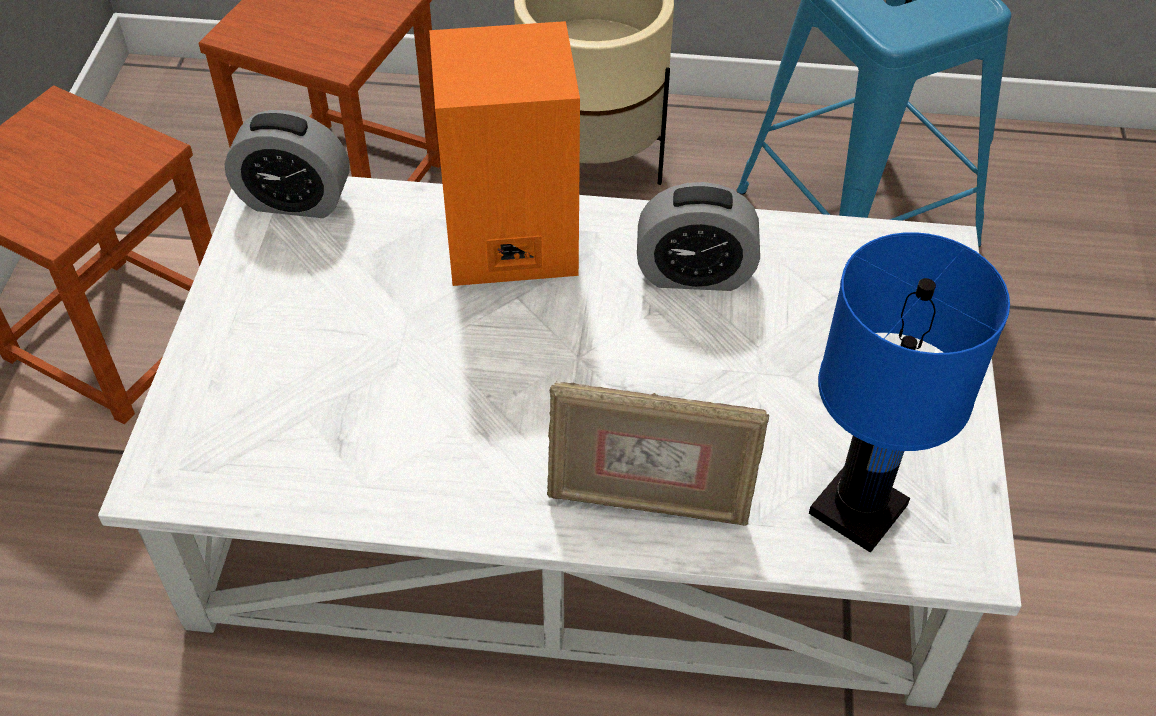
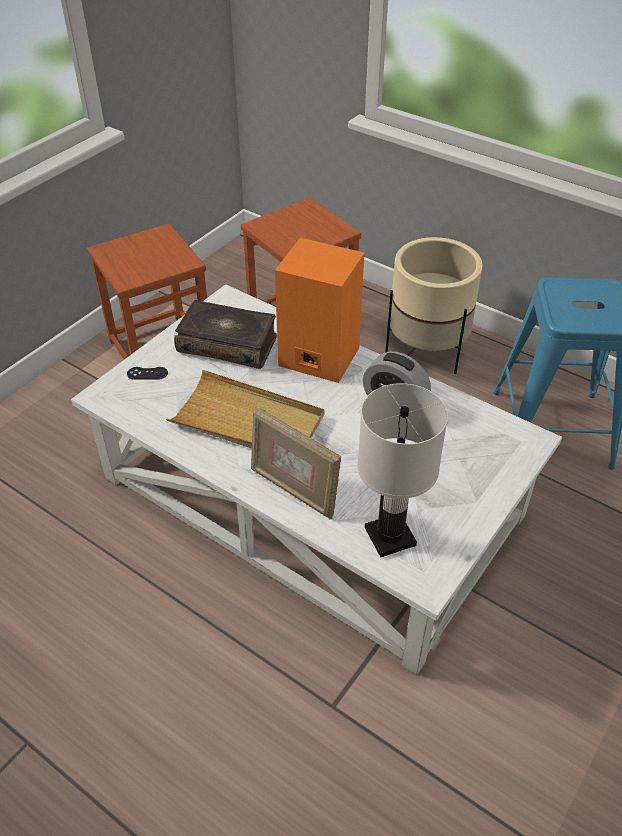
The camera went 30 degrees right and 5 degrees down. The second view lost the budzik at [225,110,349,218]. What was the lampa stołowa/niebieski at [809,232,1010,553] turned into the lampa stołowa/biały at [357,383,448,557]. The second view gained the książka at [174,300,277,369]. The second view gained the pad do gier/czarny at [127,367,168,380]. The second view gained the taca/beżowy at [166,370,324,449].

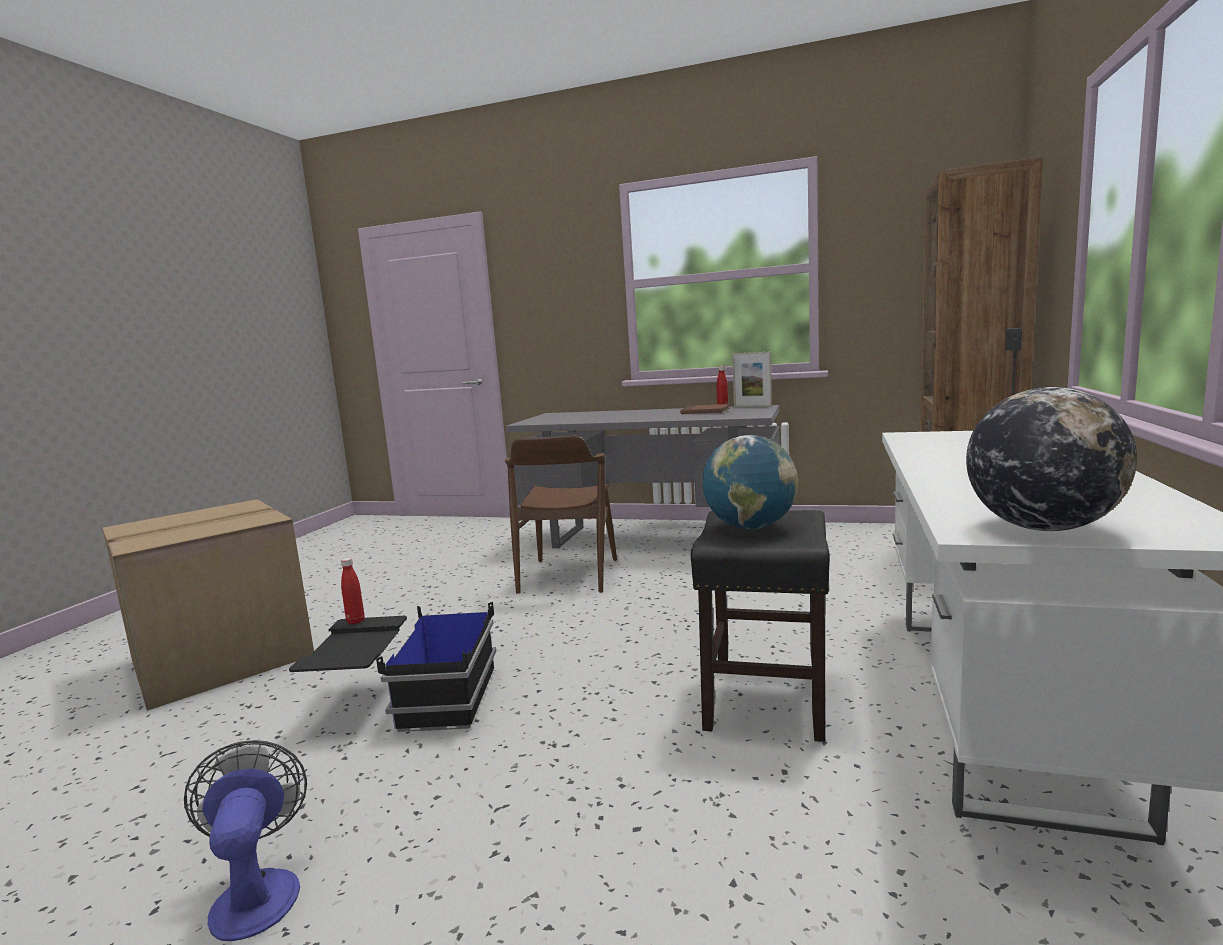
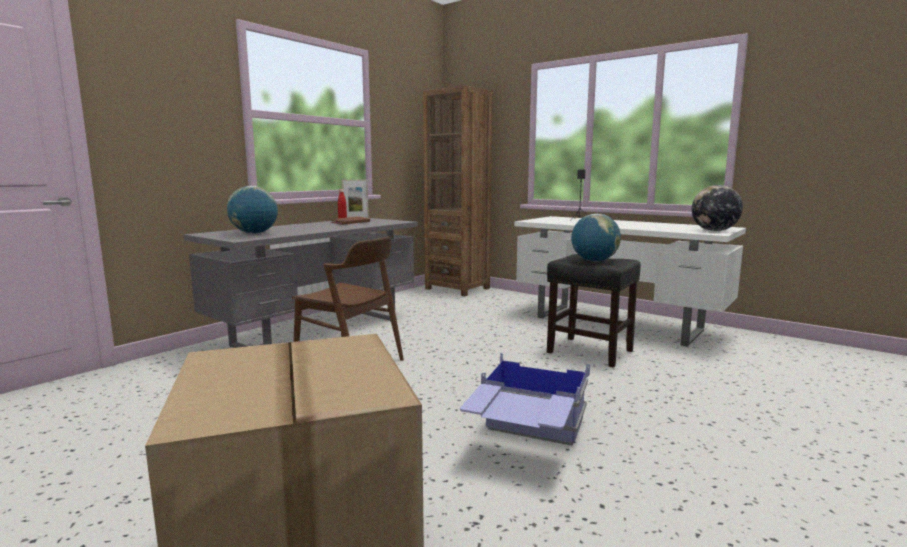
The camera went 70 degrees left and 0 degrees up. The second view lost the butelka/czerwony at [341,558,365,625]. What was the pojemnik do przechowywania/czarny at [289,602,496,732] turned into the pojemnik do przechowywania/niebieski at [460,353,590,446]. The second view lost the wentylator at [184,740,307,941]. The second view gained the globus at [227,186,278,234].

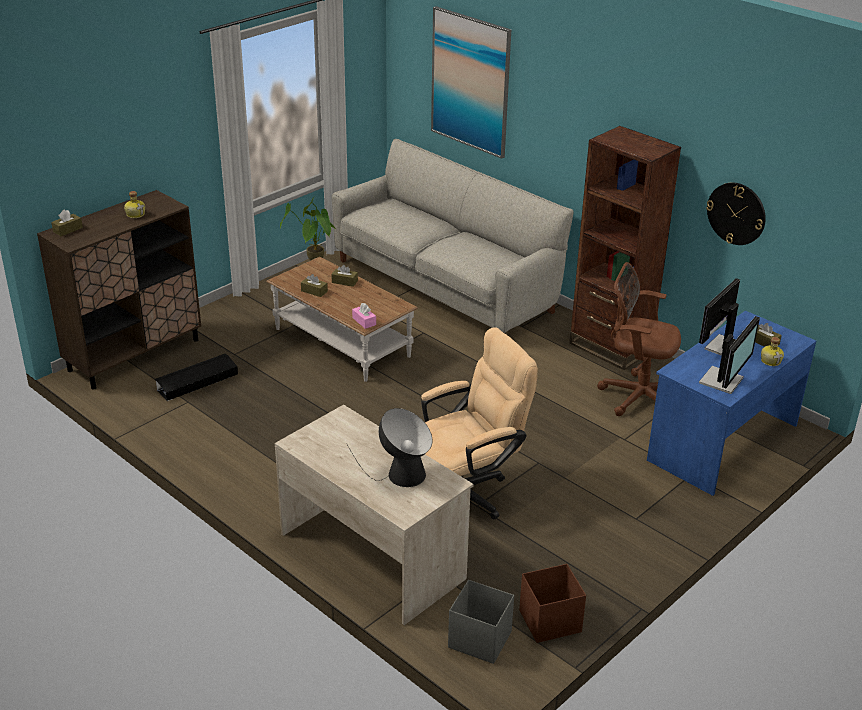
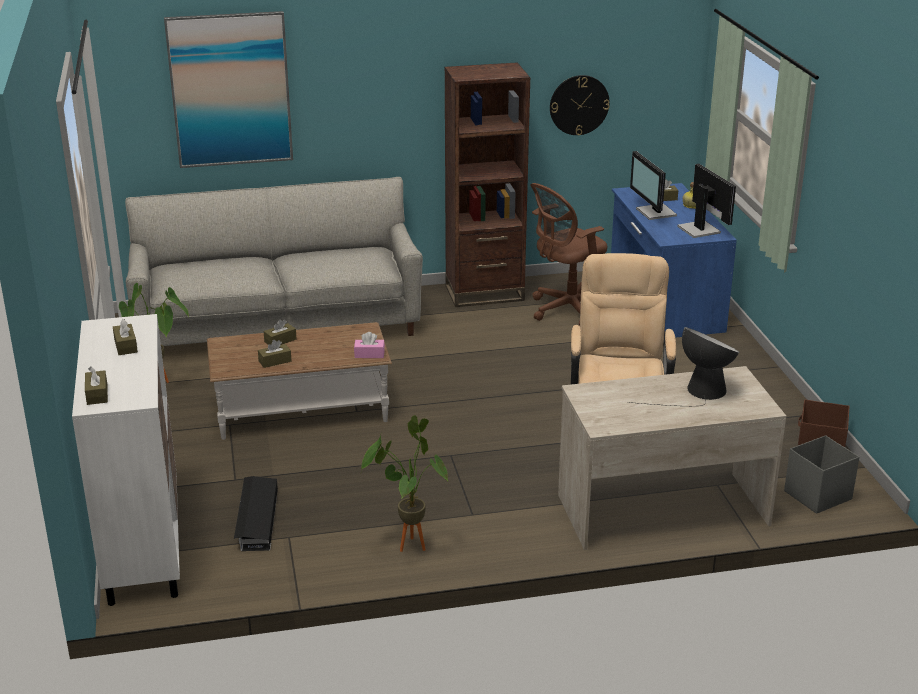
The camera went 55 degrees left and 5 degrees down. What was the szafka/brązowy at [37,190,201,390] turned into the szafka/biały at [72,314,180,606]. Where the butelka stood at [124,191,145,218], the pudełko chusteczek/brązowy came to stand at [113,319,138,355]. The second view gained the roślina doniczkowa at [361,415,448,552].

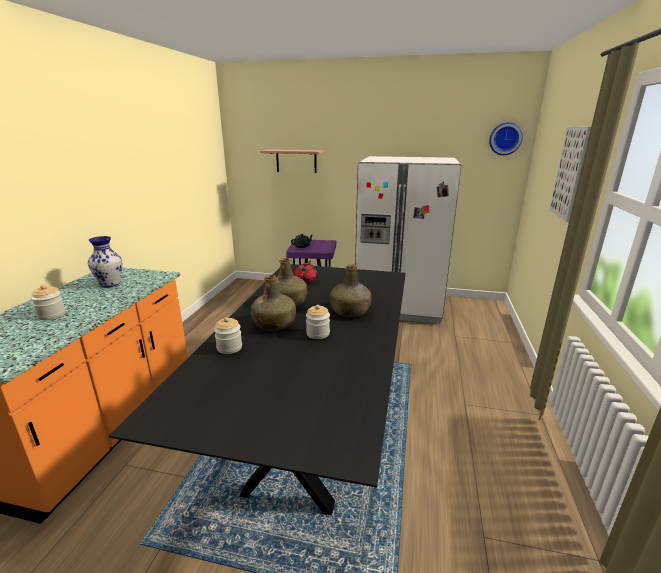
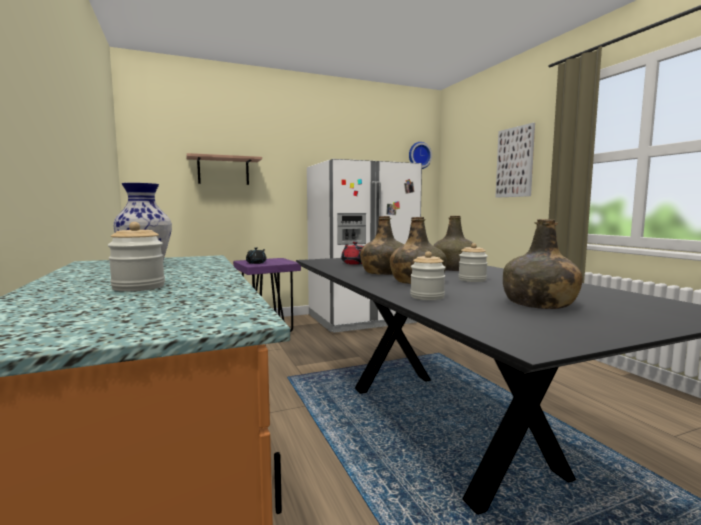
The camera went 35 degrees left and 15 degrees down. The second view gained the butelka/zielony at [503,219,583,309].

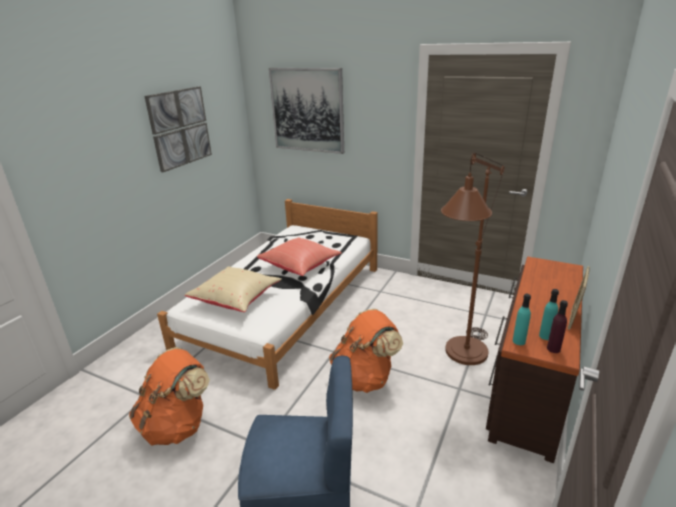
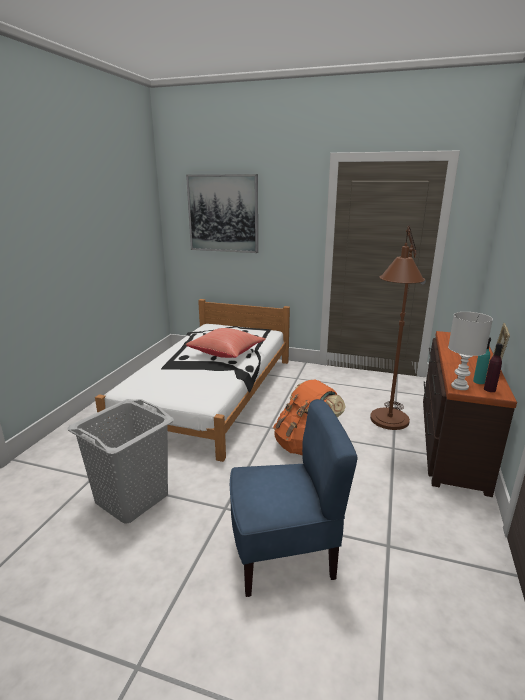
The camera went 10 degrees left and 5 degrees down. The second view lost the obraz at [144,86,212,172]. The second view lost the poduszka/beżowy at [185,266,282,312]. Where the butelka/turkusowy stood at [513,294,531,345], the lampa stołowa/biały came to stand at [448,312,493,390]. Where the plecak/pomarańczowy stood at [129,347,210,446], the kosz na pranie/szary came to stand at [68,399,174,524].

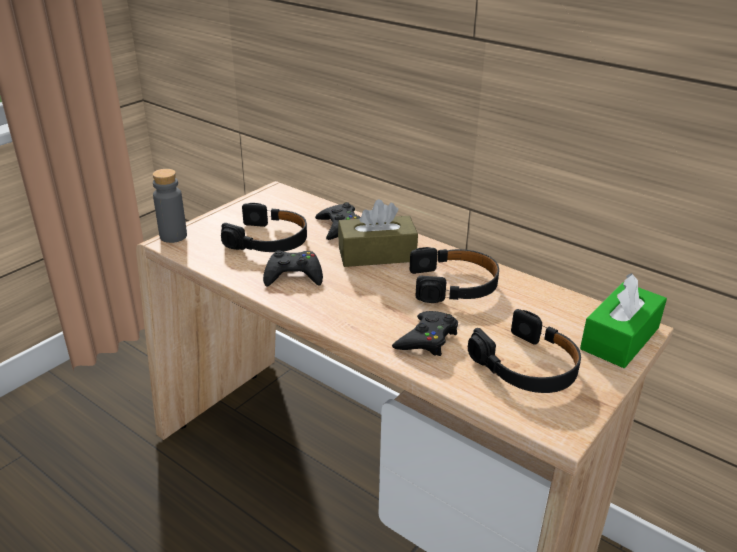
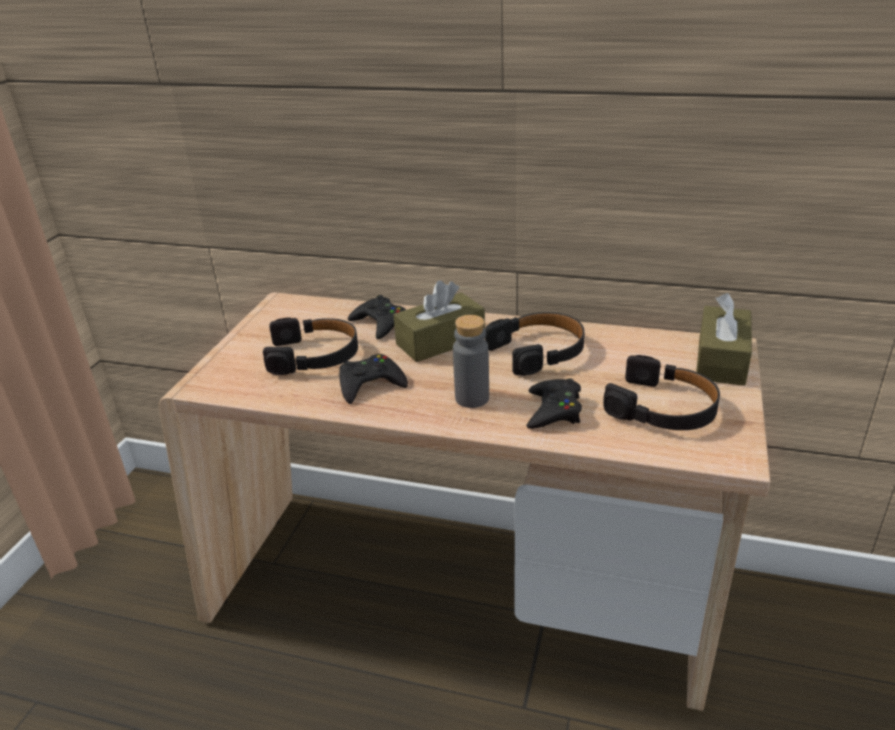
The camera went 20 degrees left and 0 degrees up. The butelka/szary ended up elsewhere, having gone from [152,169,187,243] to [453,315,489,408]. What was the pudełko chusteczek/zielony at [580,273,667,368] turned into the pudełko chusteczek/brązowy at [696,293,752,386].

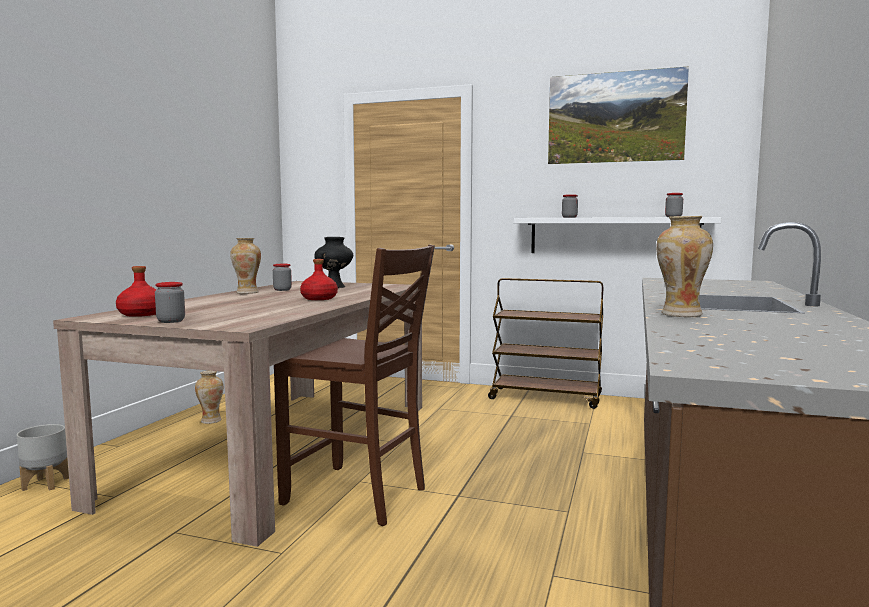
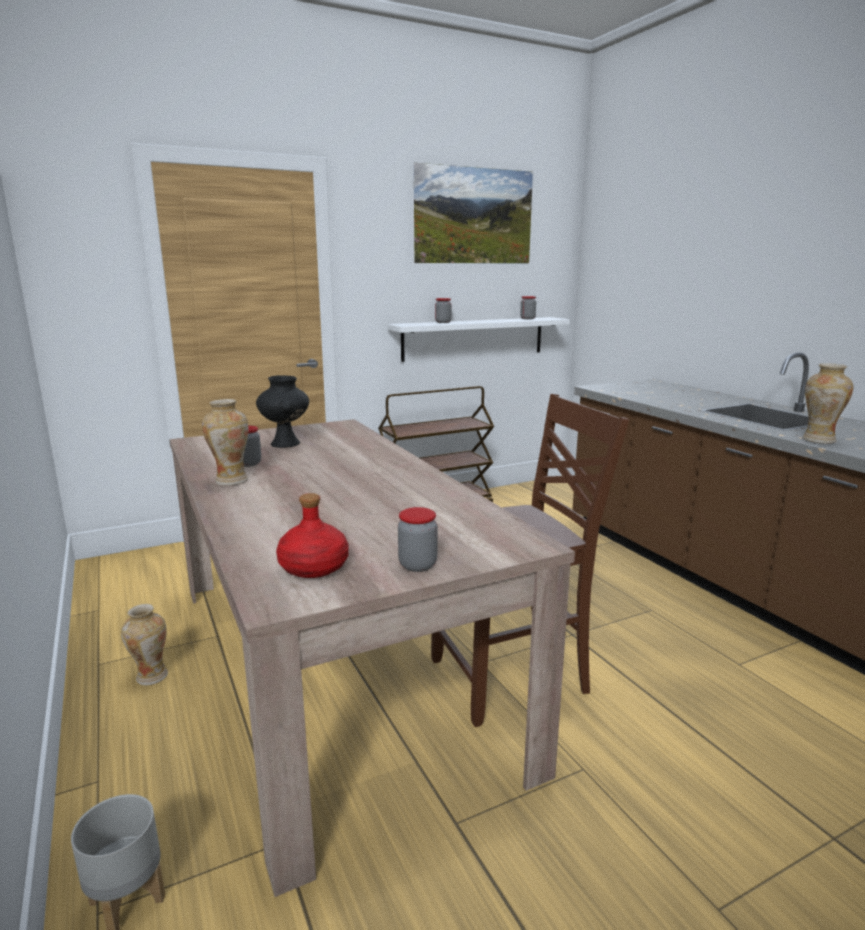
The camera went 45 degrees left and 10 degrees up. The second view lost the butelka/czerwony at [300,259,338,300].

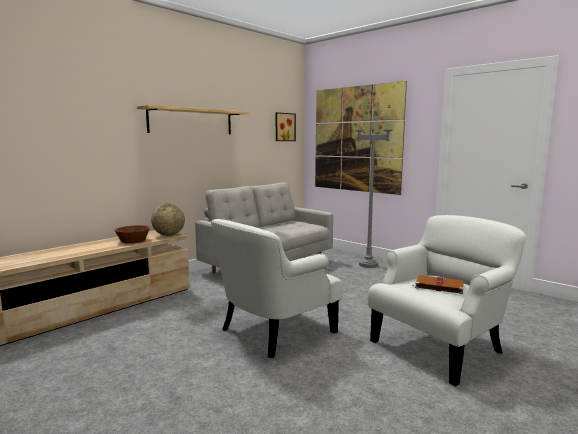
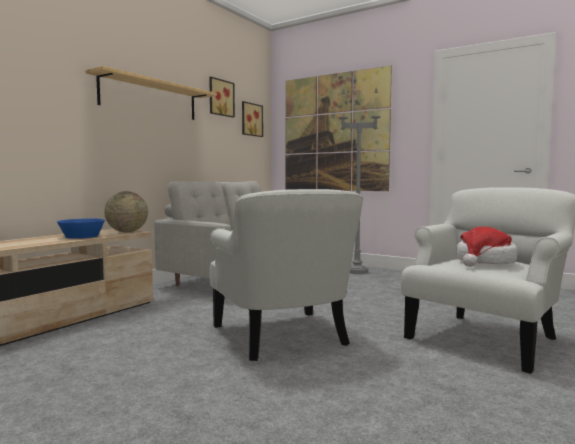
The camera went 10 degrees left and 5 degrees down. The fotel/biały at [211,219,343,358] ended up facing another way, 60 degrees counterclockwise from before. What was the miska/brązowy at [114,225,150,243] turned into the miska/niebieski at [57,219,105,239]. Where the książka/brązowy stood at [411,275,464,294], the kapelusz came to stand at [457,227,517,267]. The second view gained the obraz at [209,77,235,118].

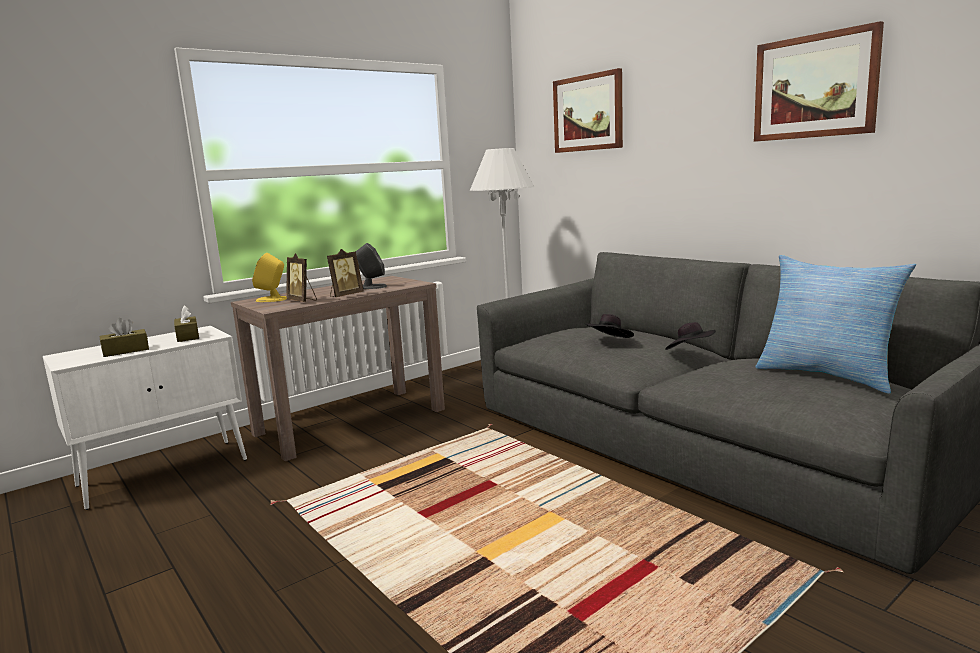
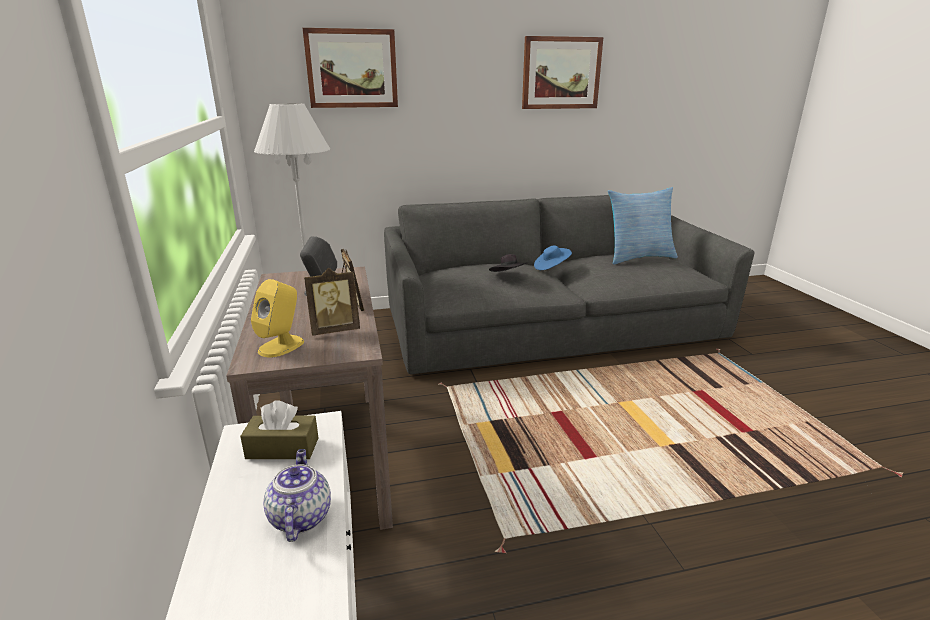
The camera went 65 degrees left and 10 degrees up. Where the pudełko chusteczek/brązowy stood at [100,318,149,357], the imbryk came to stand at [263,449,331,542]. What was the kapelusz/czarny at [665,322,716,350] turned into the kapelusz/niebieski at [534,246,572,270].

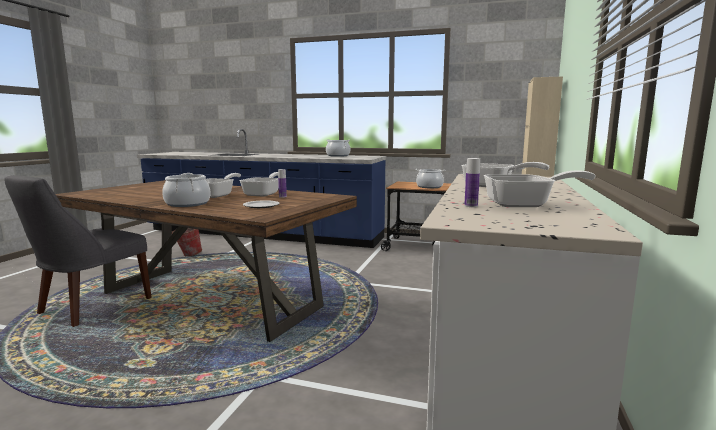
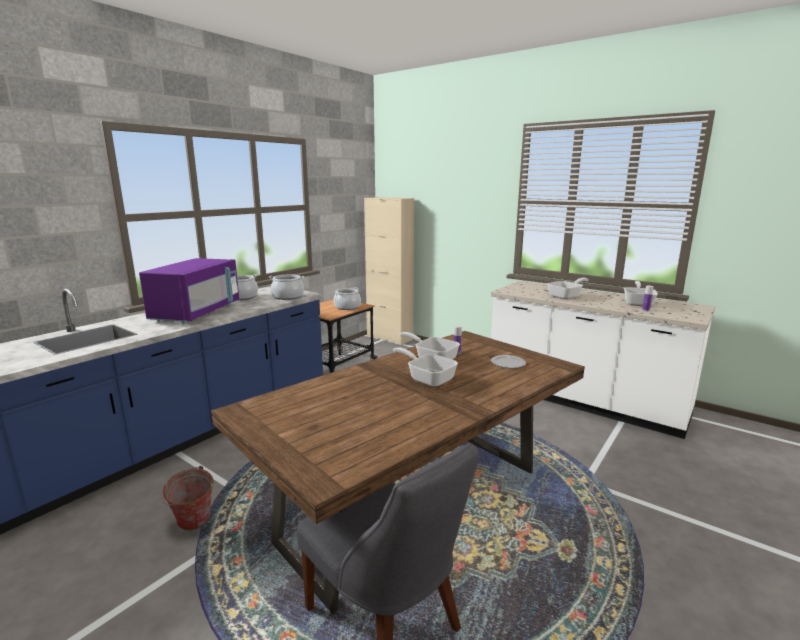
The camera went 70 degrees left and 5 degrees up. The garnek ended up elsewhere, having gone from [162,173,211,207] to [269,275,305,300]. The second view gained the mikrofalówka/fioletowy at [139,258,239,323].

